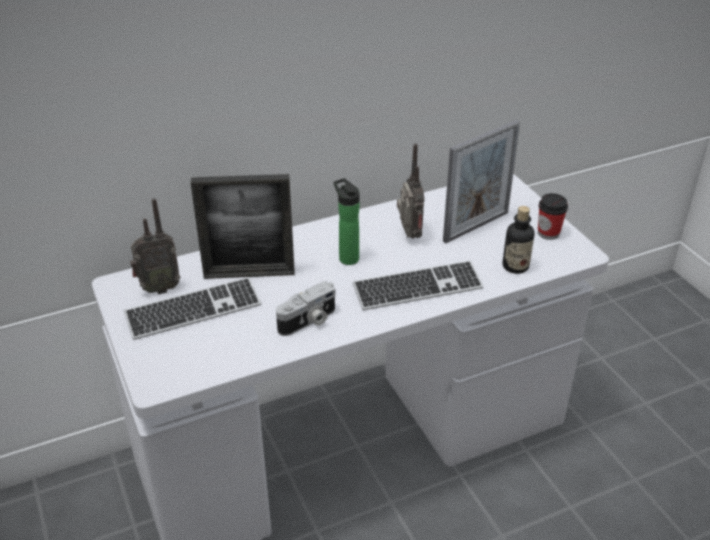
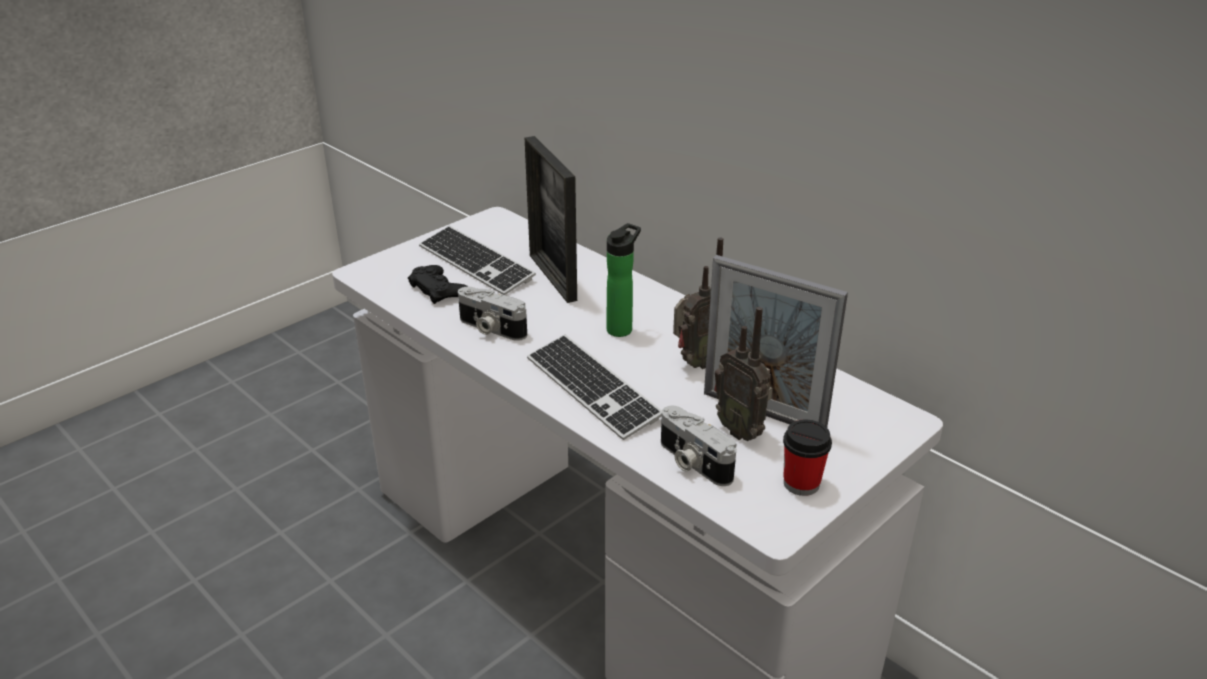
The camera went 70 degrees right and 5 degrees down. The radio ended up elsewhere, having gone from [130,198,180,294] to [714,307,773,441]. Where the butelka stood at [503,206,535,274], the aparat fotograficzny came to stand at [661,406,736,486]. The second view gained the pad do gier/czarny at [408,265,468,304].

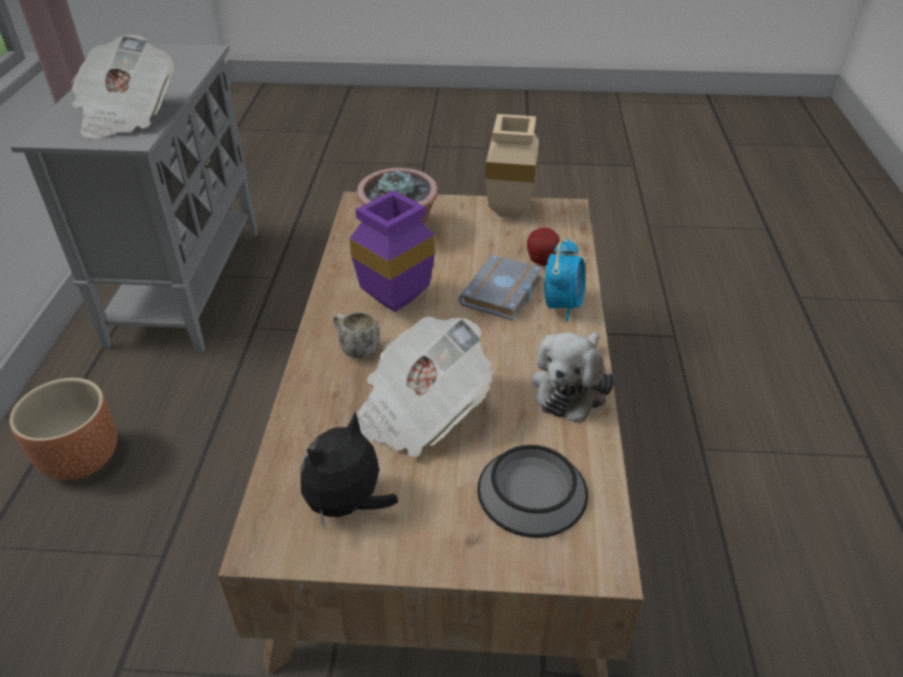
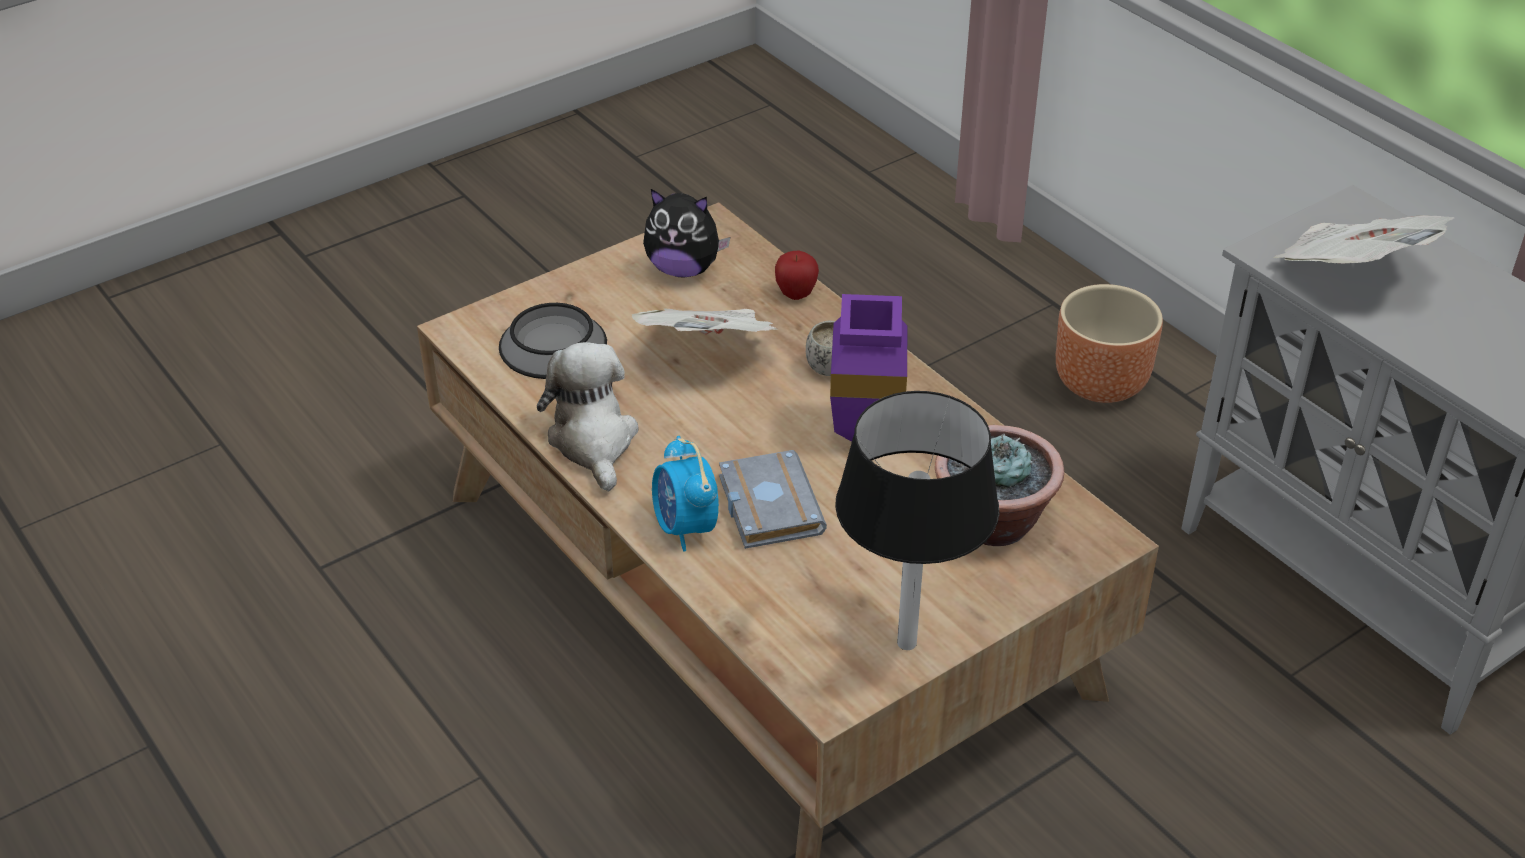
The camera went 140 degrees right and 0 degrees up. Where the wazon/beżowy stood at [485,114,539,218], the lampa stołowa/czarny came to stand at [835,391,999,650]. The jabłko ended up elsewhere, having gone from [527,228,560,266] to [775,251,819,300]. The pluszak at [300,412,398,529] ended up facing another way, 105 degrees clockwise from before.

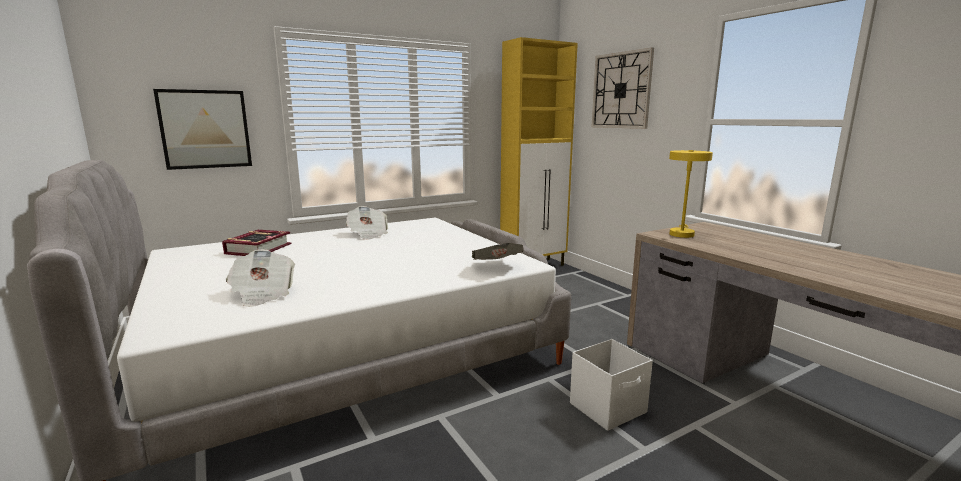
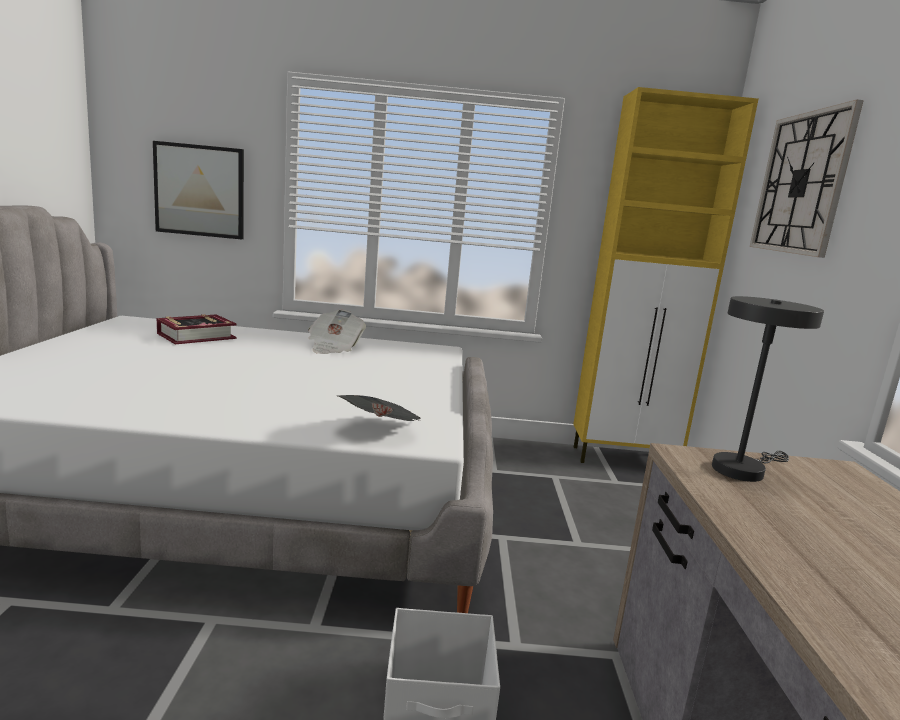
The camera went 30 degrees right and 0 degrees up. What was the lampa stołowa/żółty at [669,150,713,238] turned into the lampa stołowa/szary at [712,296,824,482]. The second view lost the gazeta at [226,249,295,307].

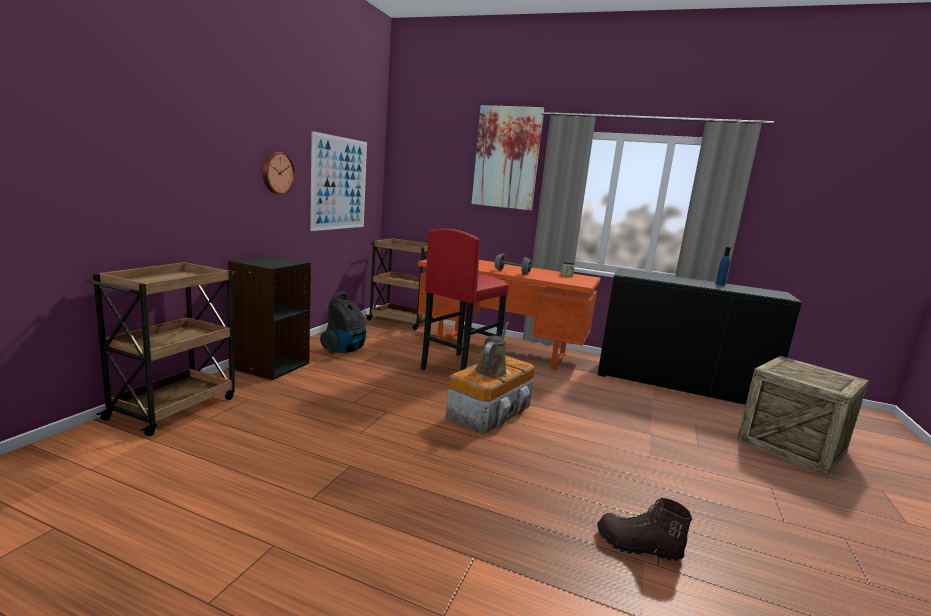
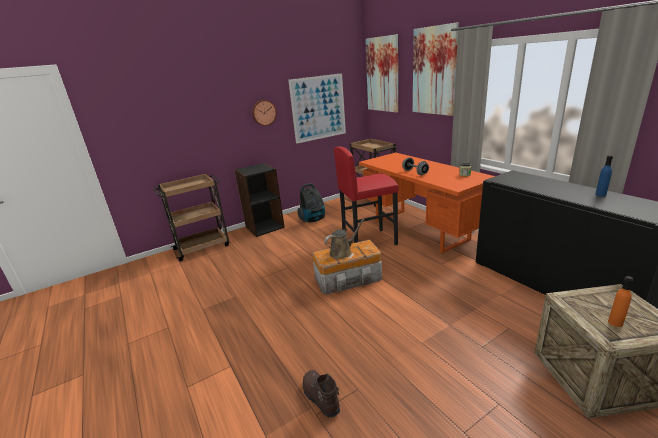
The camera went 40 degrees right and 10 degrees up. The second view gained the obraz at [365,34,398,112]. The second view gained the butelka/pomarańczowy at [608,276,633,327].

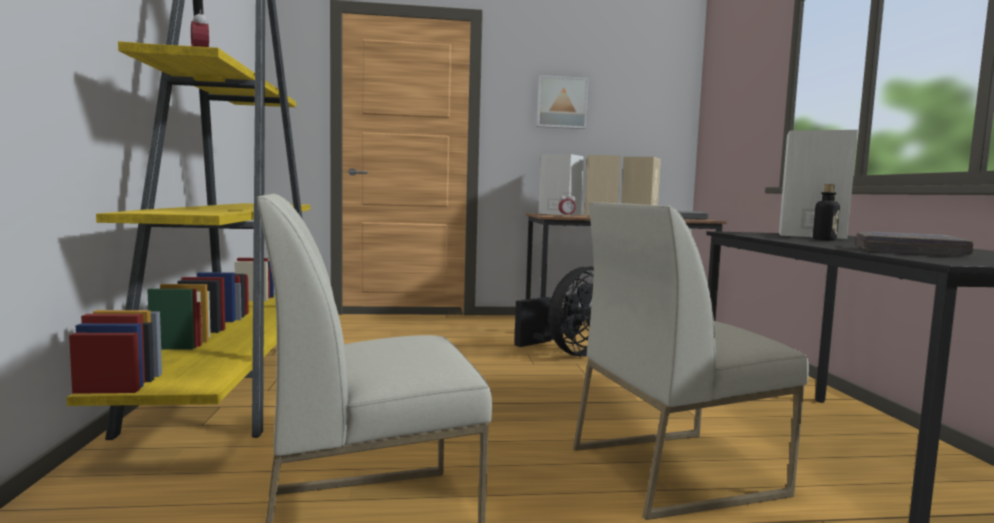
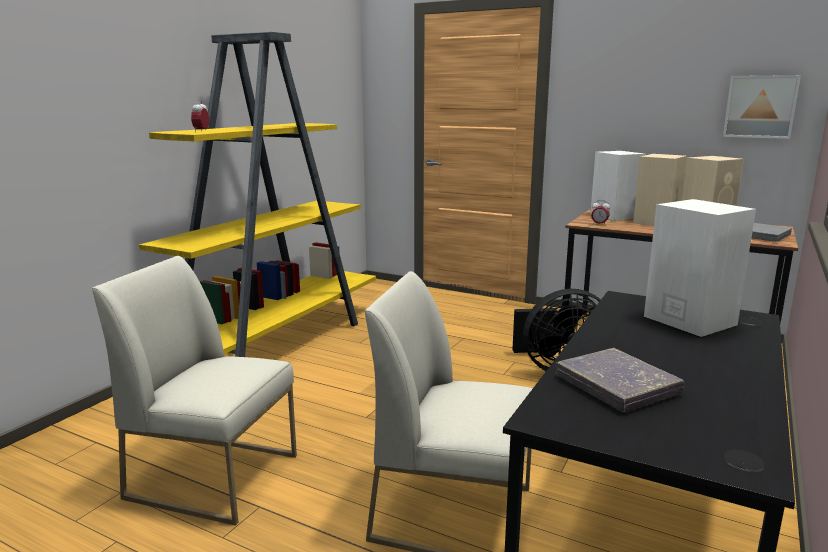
The camera went 35 degrees right and 10 degrees up. The obraz ended up elsewhere, having gone from [536,75,588,129] to [723,75,801,139]. The second view lost the butelka at [813,184,840,240].

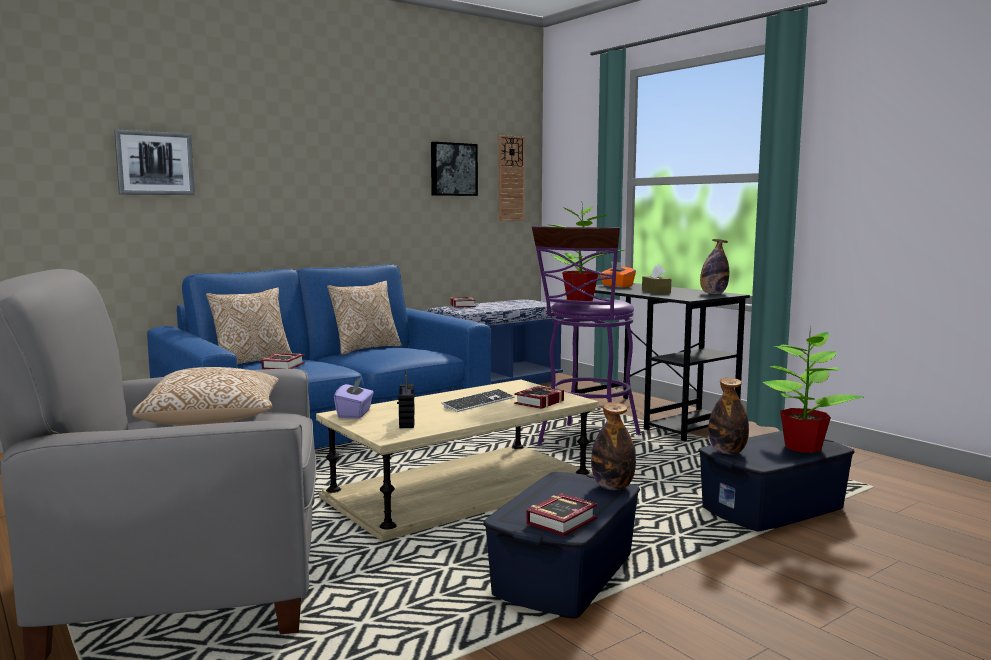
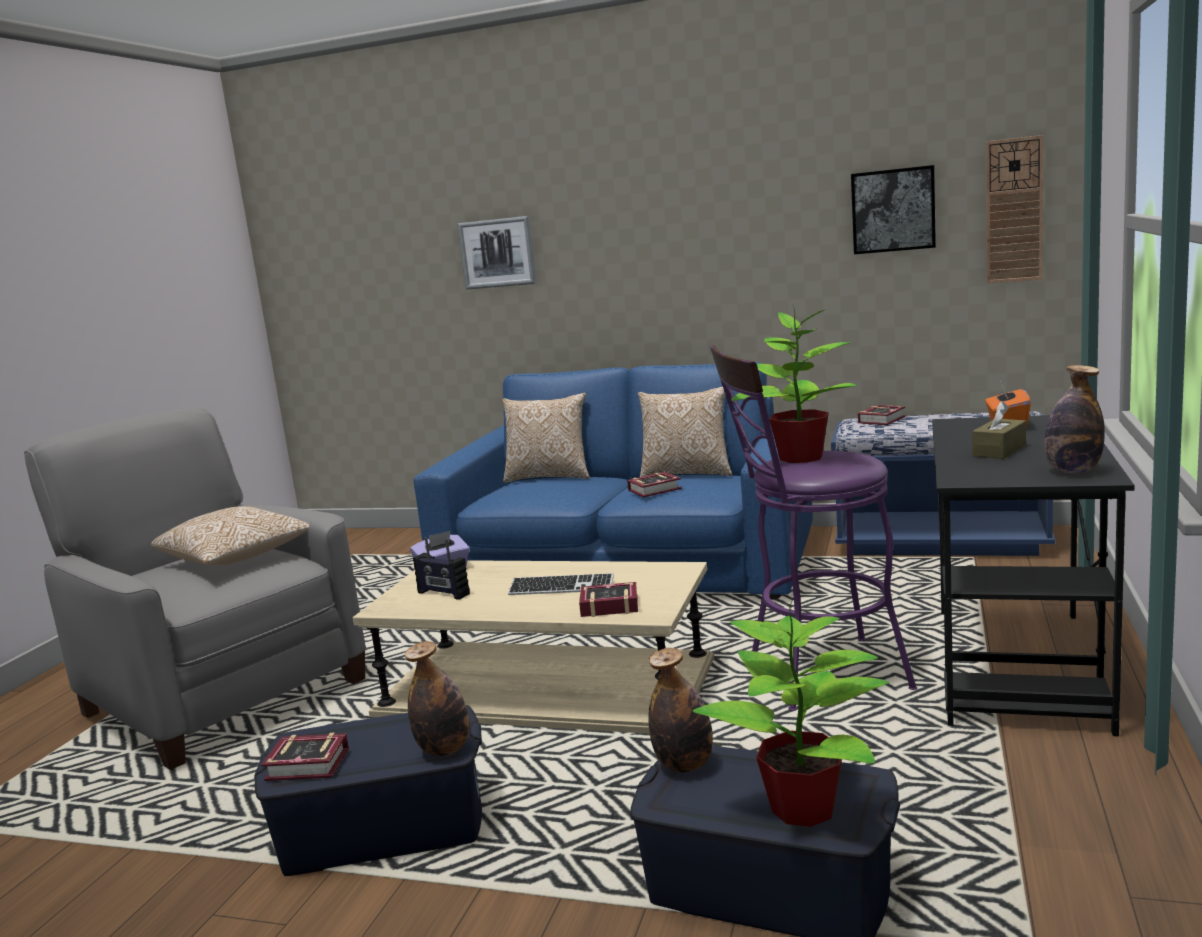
The camera went 55 degrees right and 5 degrees up. The książka ended up elsewhere, having gone from [261,353,305,369] to [627,472,682,497]. The radio at [397,370,415,428] ended up facing another way, 105 degrees counterclockwise from before.

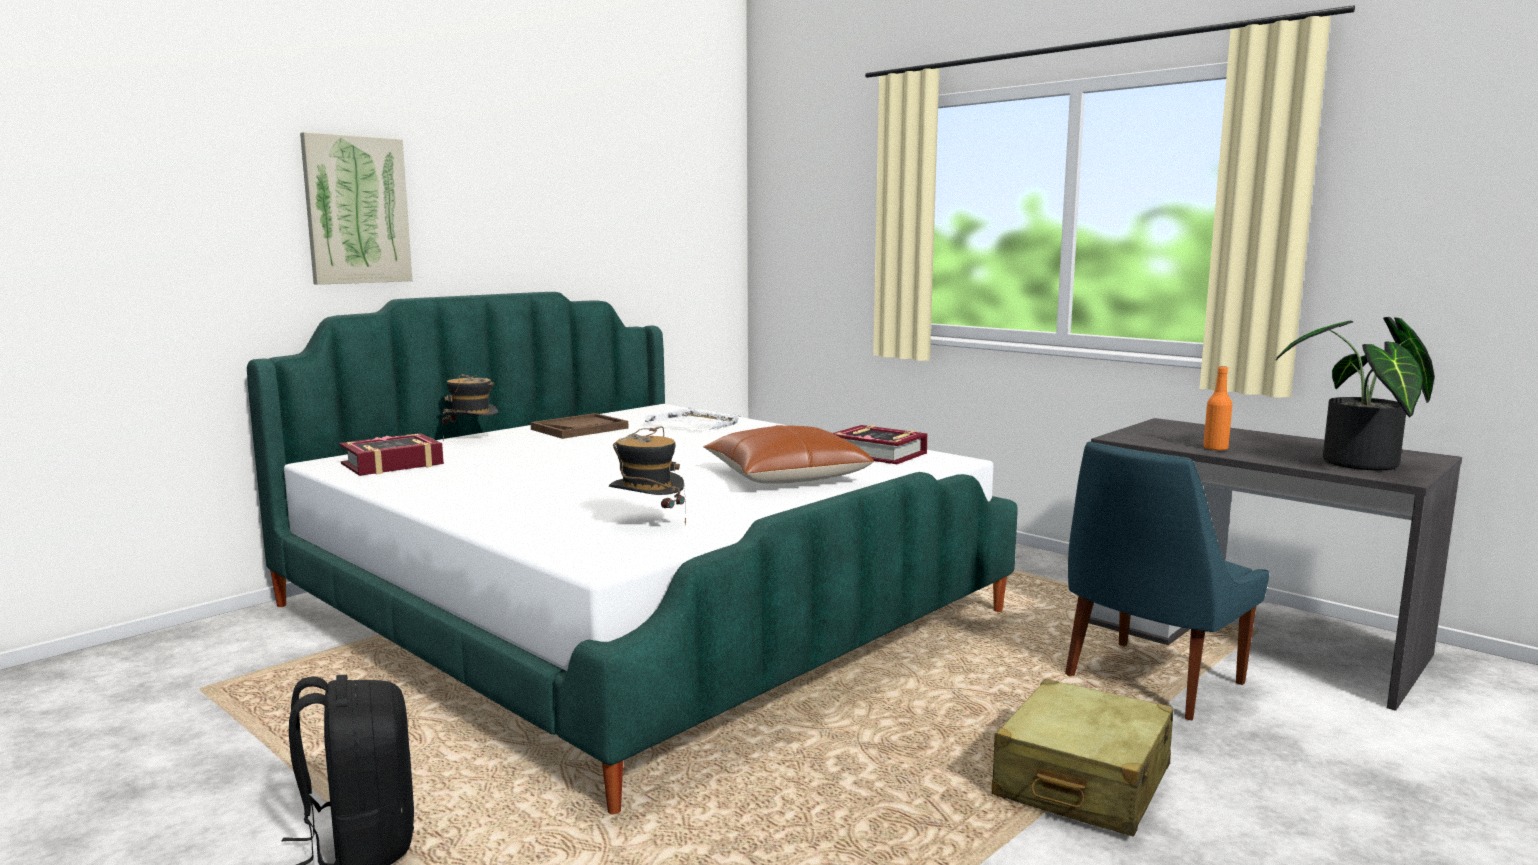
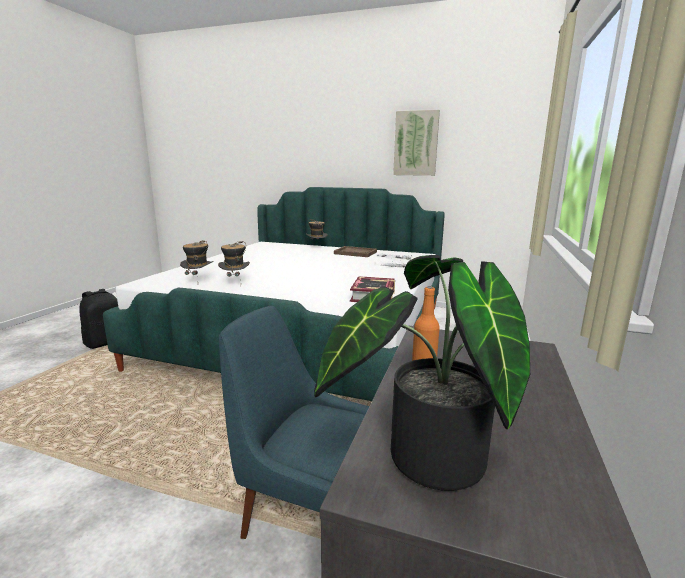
The camera went 65 degrees right and 5 degrees up. The obraz ended up elsewhere, having gone from [300,132,412,285] to [393,110,440,176]. The second view lost the poduszka/brązowy at [703,425,874,484]. The second view lost the książka at [339,433,444,476]. The second view lost the walizka/beżowy at [992,679,1174,836]. The second view gained the kapelusz at [218,241,250,277].

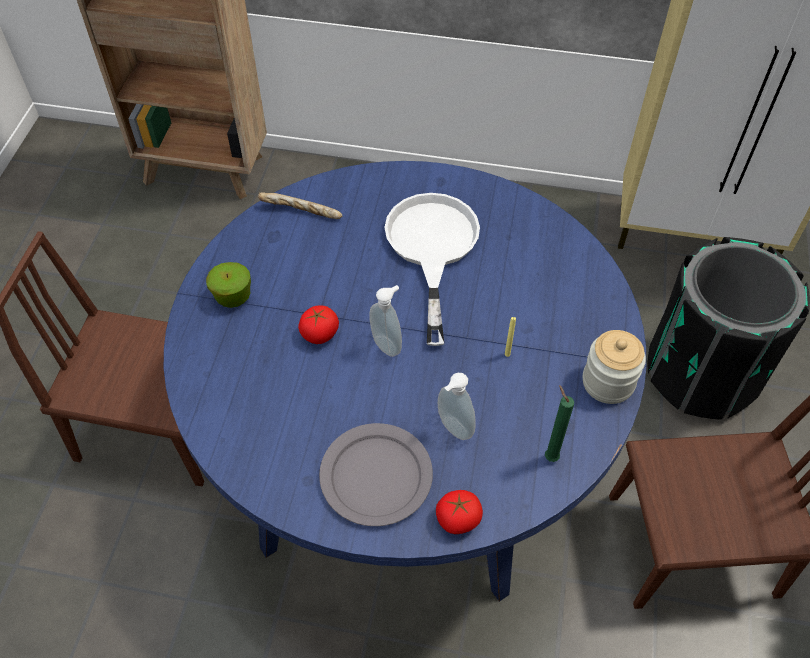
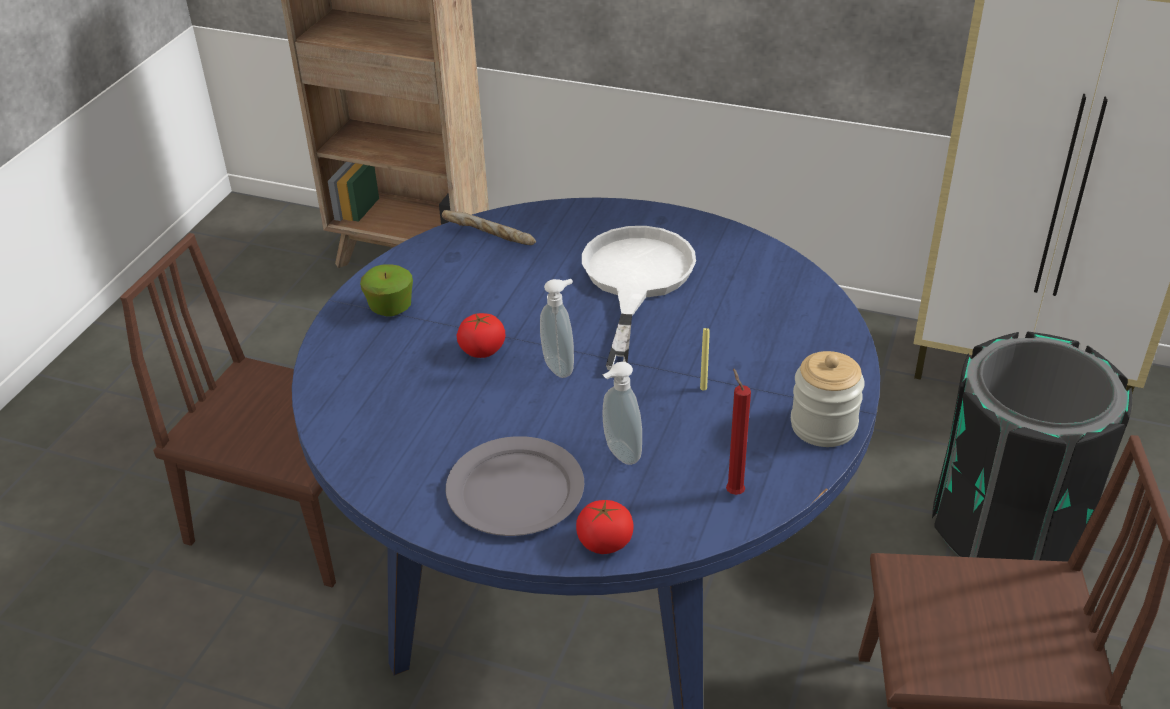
The camera went 10 degrees right and 15 degrees down. What was the świeca/zielony at [545,385,574,462] turned into the świeca/czerwony at [726,368,751,495].

